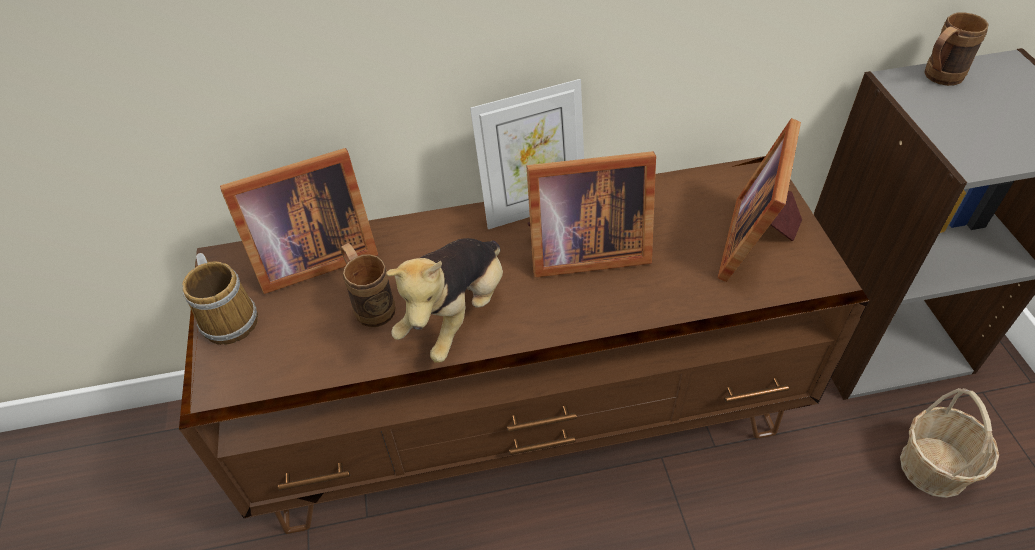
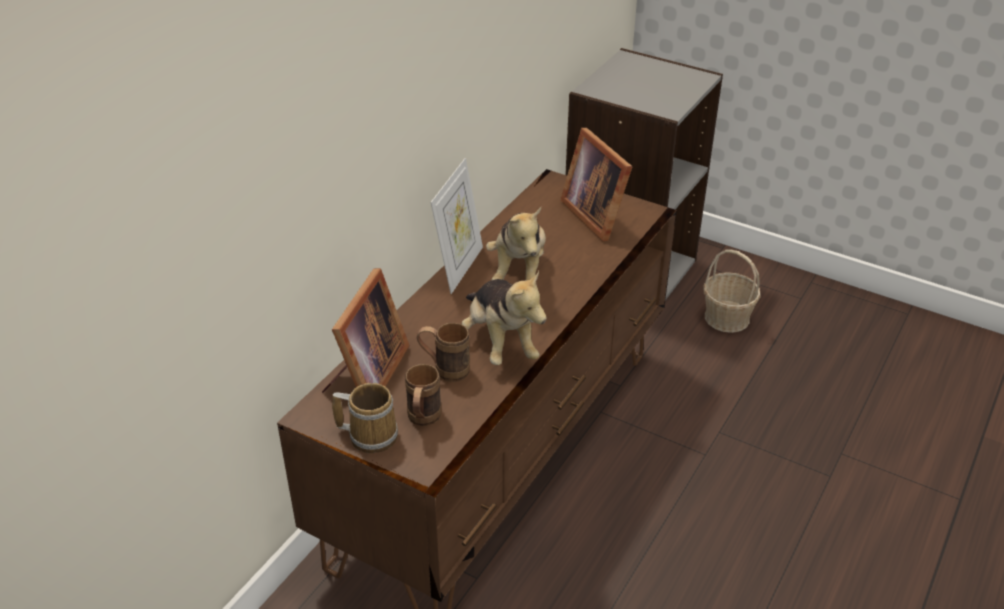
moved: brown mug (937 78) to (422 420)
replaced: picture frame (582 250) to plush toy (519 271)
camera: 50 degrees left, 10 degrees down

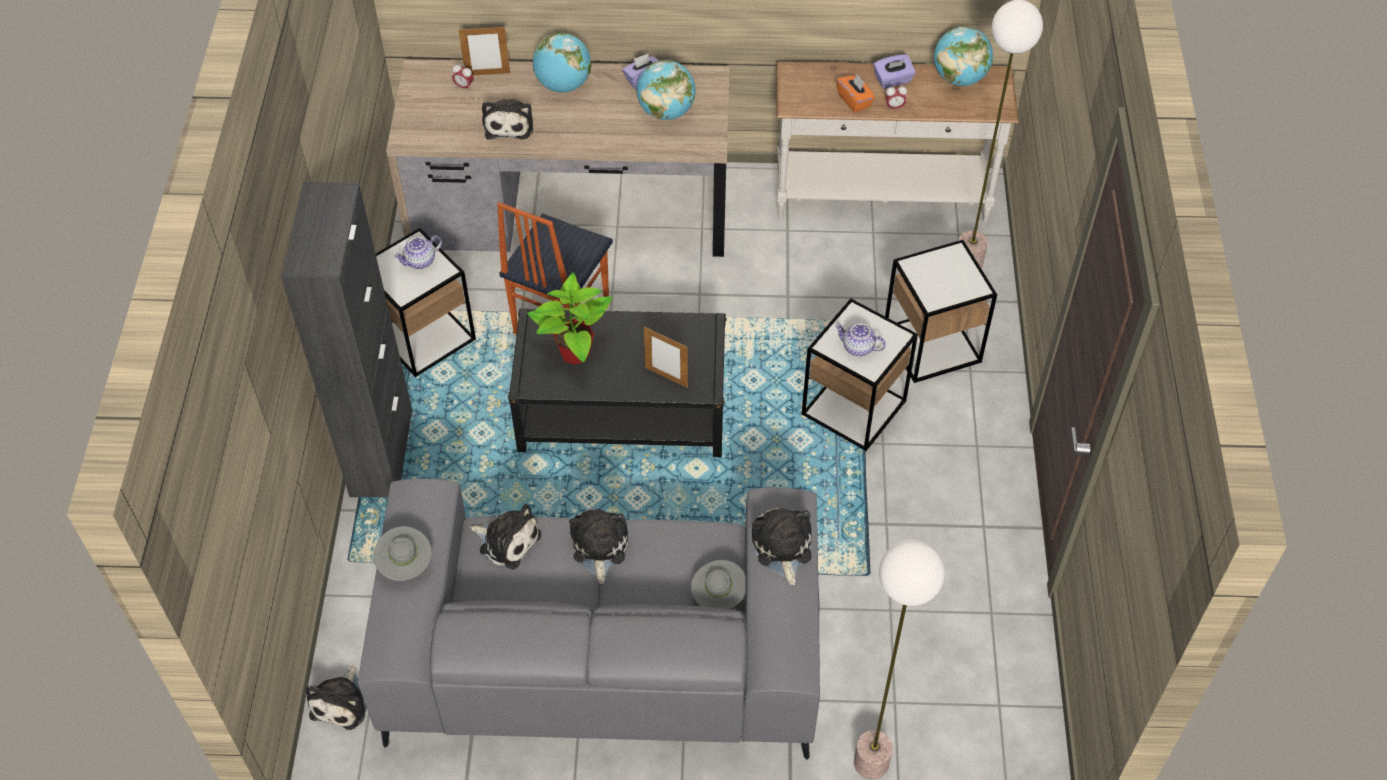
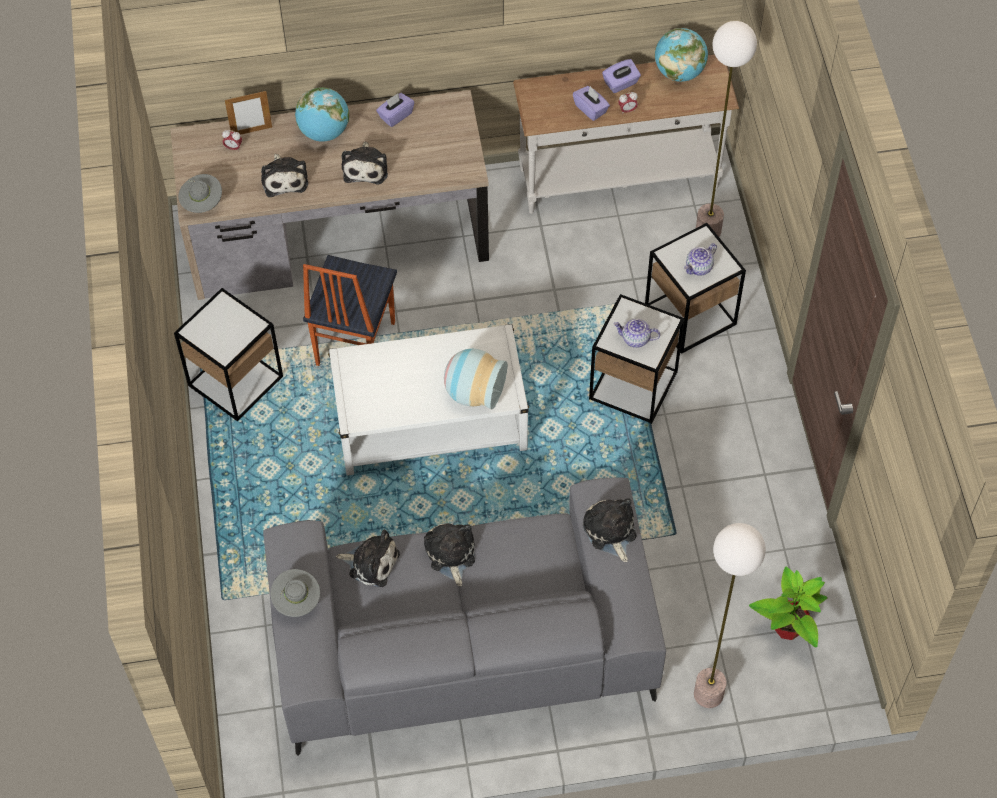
removed: black cabinet (381 452); globe (666 112)
moved: plush toy (342 702) to (366 167); teapot (420 261) to (699 268); potted plant (574 353) to (787 628); grey hat (718 596) to (202 204)
replaced: picture frame (666 377) to vase (473 392)
recoloured: black coffee table (622 410) to white coffee table (430 421); orange tissue box (854 101) to purple tissue box (591 109)
camera: 10 degrees left, 5 degrees up

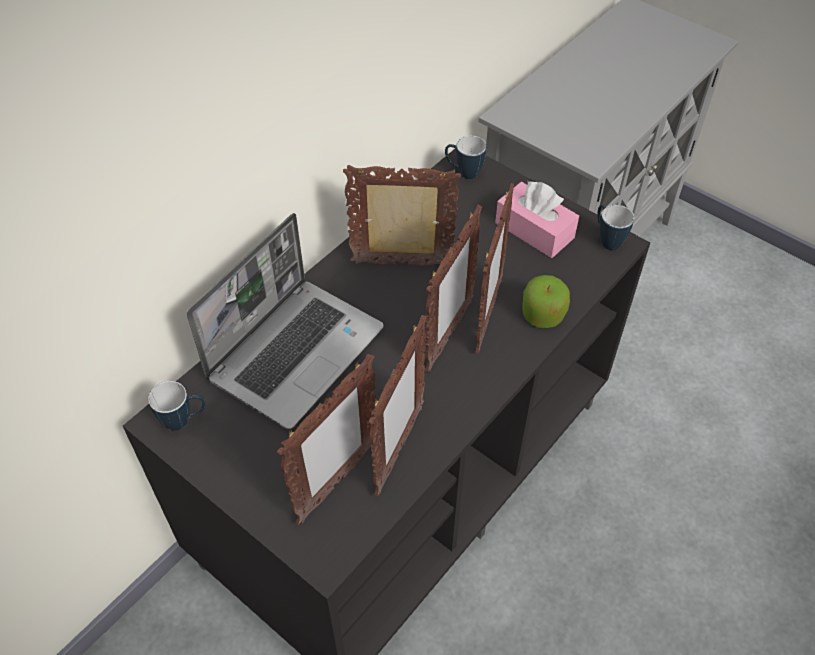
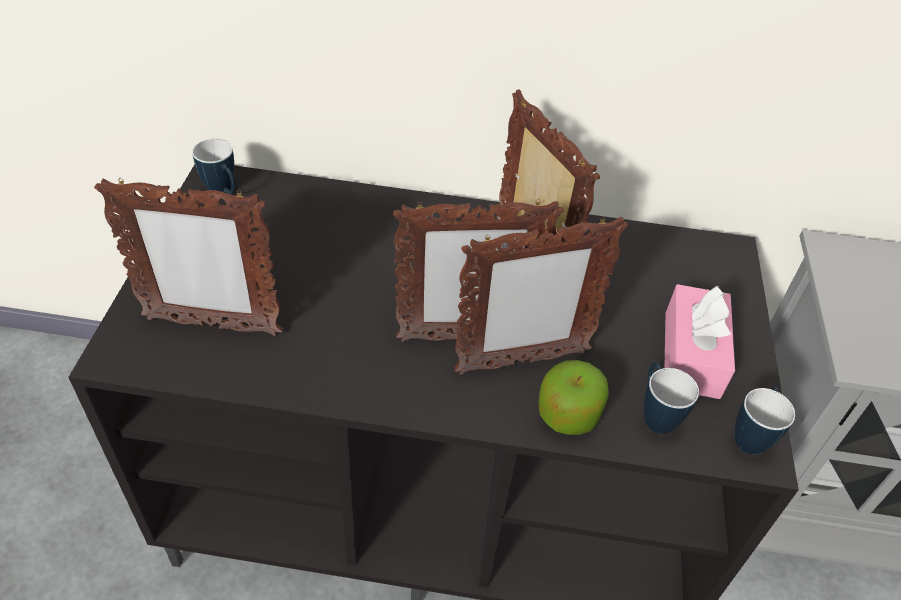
removed: laptop (296 351); picture frame (398 450)
moved: mug (463 172) to (654 415)
camera: 55 degrees right, 5 degrees down

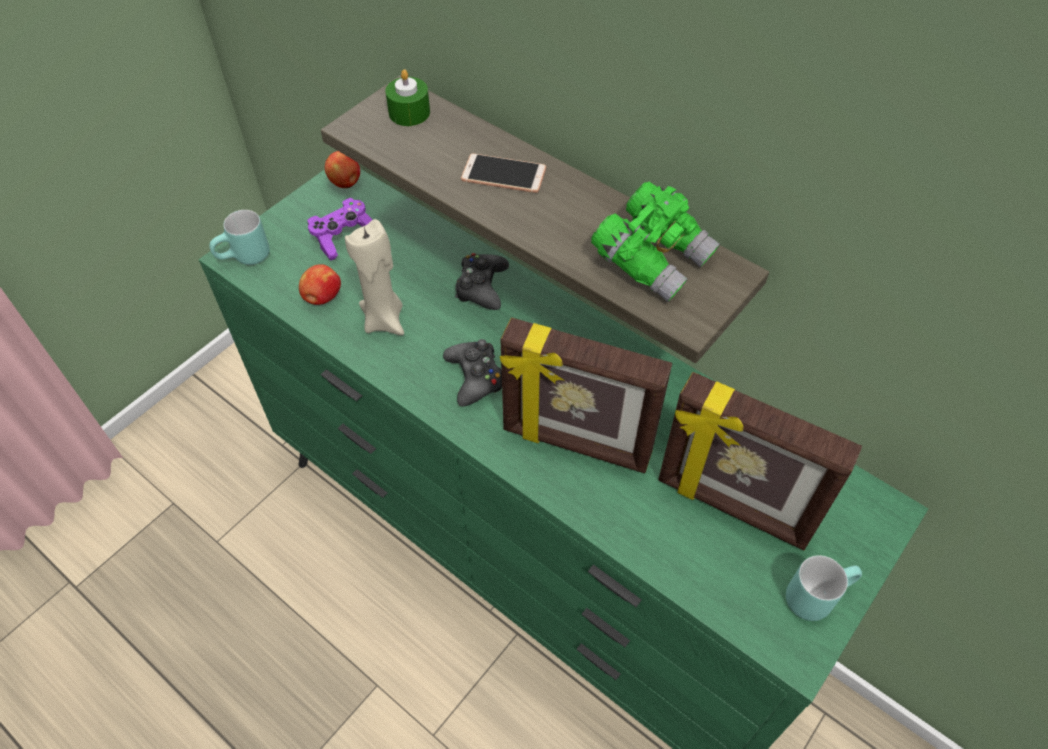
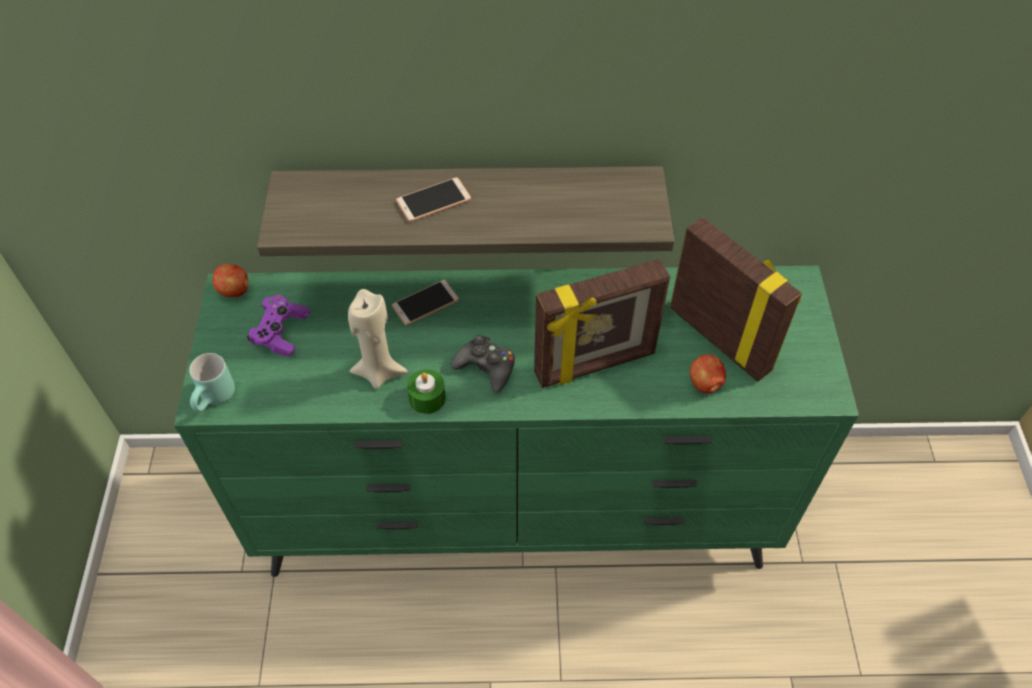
removed: green binoculars (652 259); turquoise mug (815 594)
moved: apple (322 297) to (705 384); green candle (409 112) to (427 398)
replaced: black game controller (481 287) to phone (425 303)
turned: picture frame (732 507) = (721 338) 120 degrees counterclockwise
camera: 40 degrees left, 0 degrees up

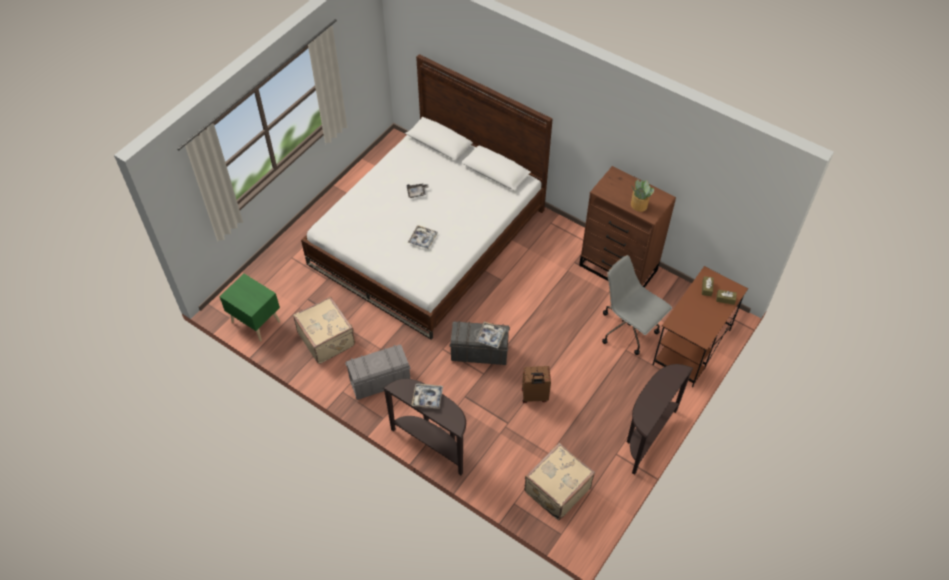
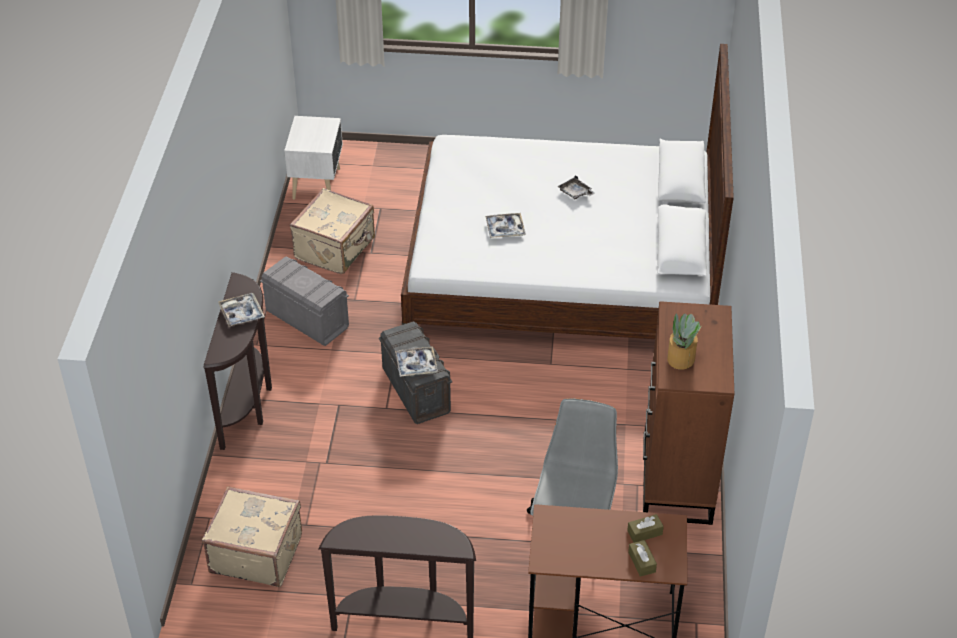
removed: brown suitcase (534 396)
recoloured: green nightstand (256 321) to white nightstand (318 183)
camera: 60 degrees right, 10 degrees down

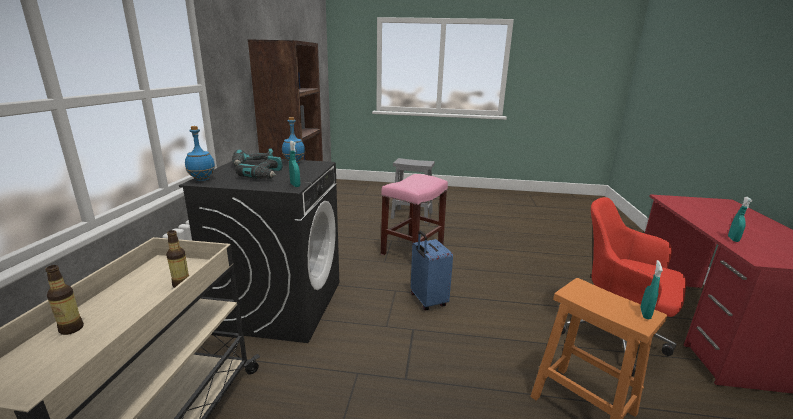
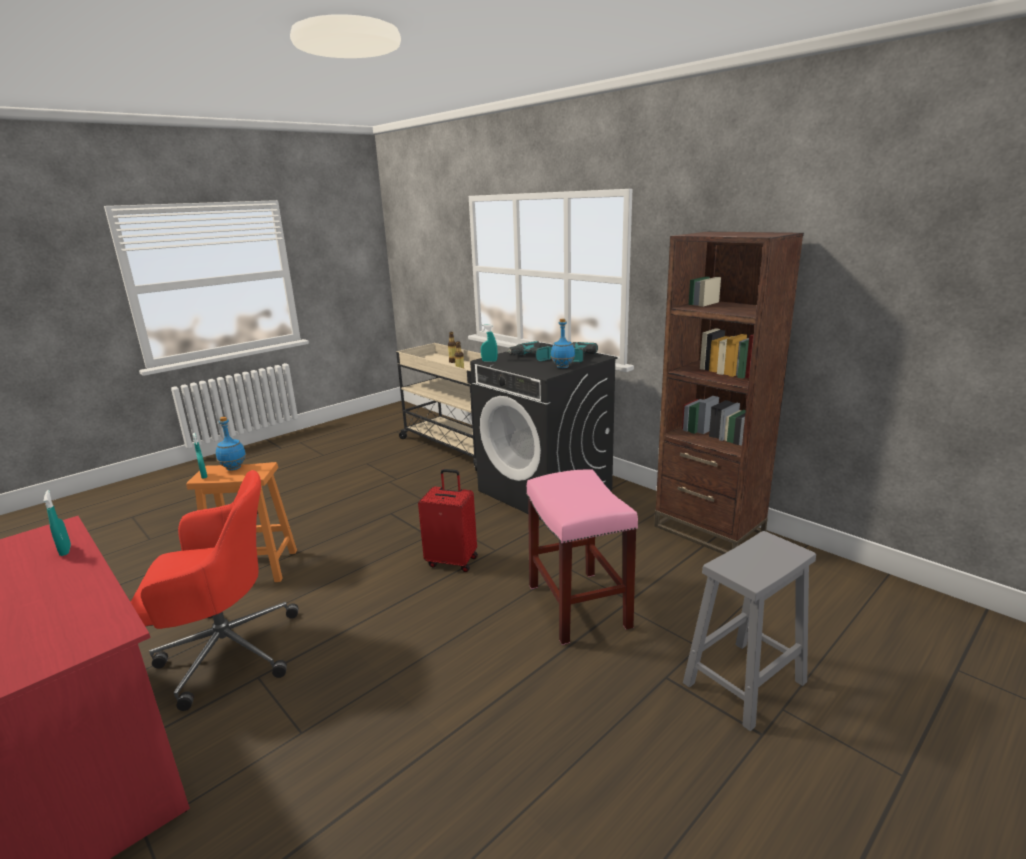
moved: blue bottle (202 179) to (233 468)
recoloured: blue suitcase (427 301) to red suitcase (452 561)
camera: 130 degrees right, 0 degrees up

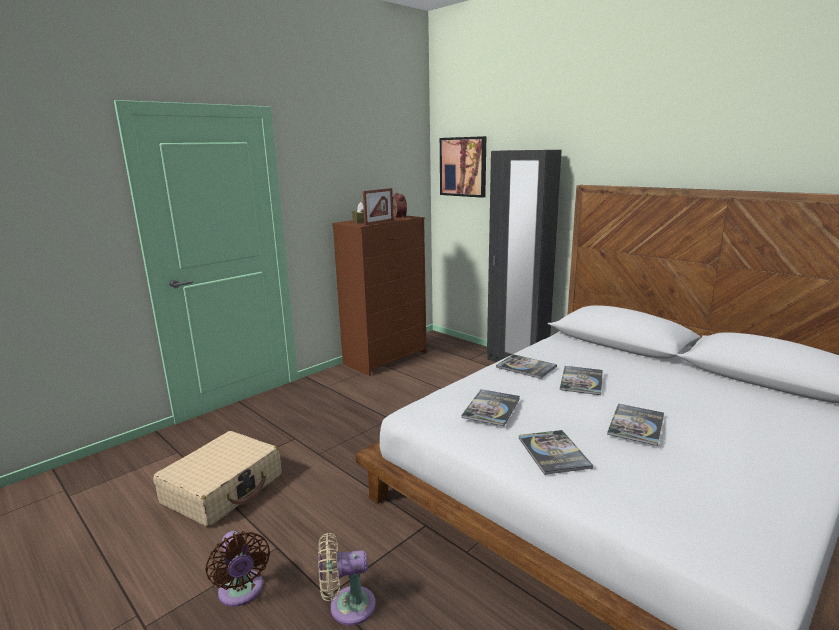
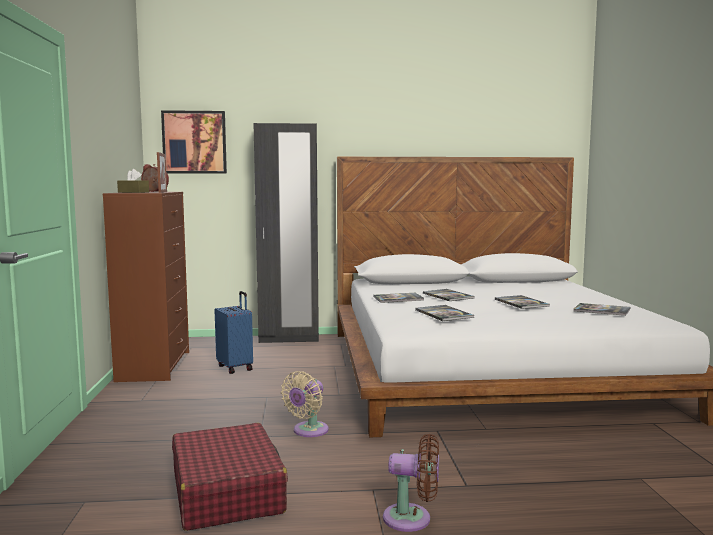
added: blue suitcase (236 367)
moved: beige fan (347 606) to (308 431); book (553 452) to (601 310)
recoloured: beige suitcase (223 489) to red suitcase (227 492)
camera: 50 degrees left, 10 degrees down

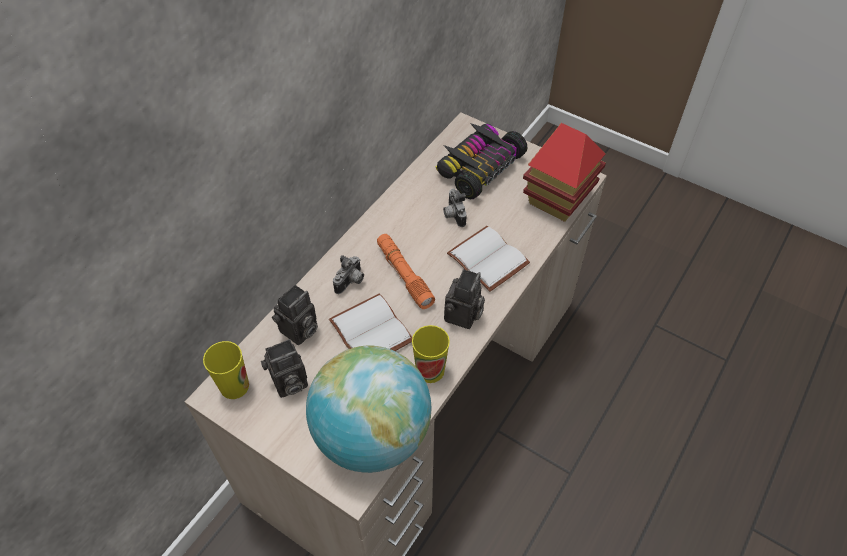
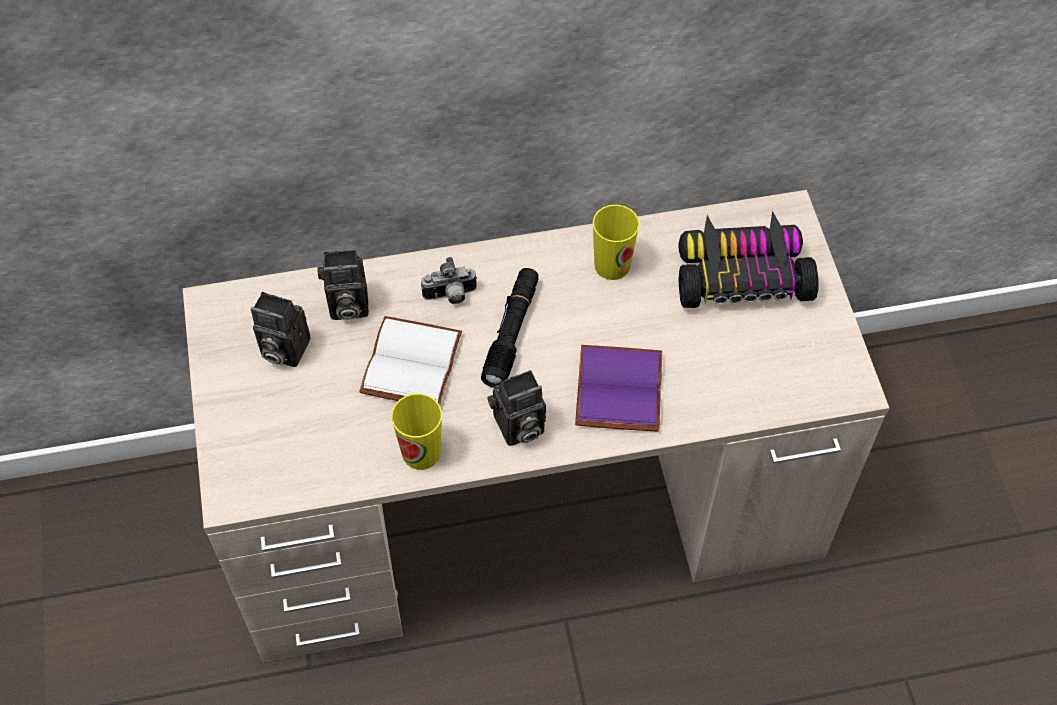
removed: globe (372 435); photo camera (453 215); toy house (558 199)
moved: cup (234 386) to (612 265)
recoloured: orange flashlight (404 275) to black flashlight (511 333); white book (490 259) to purple book (622 391)
camera: 45 degrees right, 5 degrees up

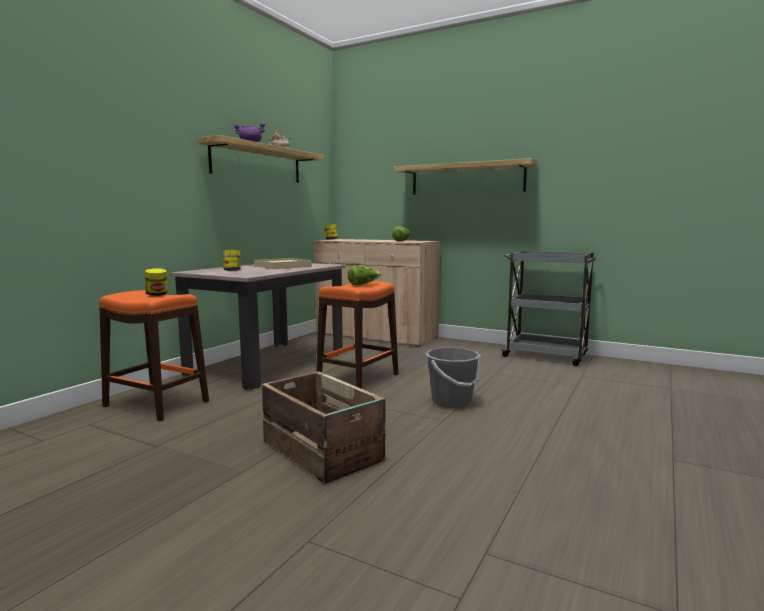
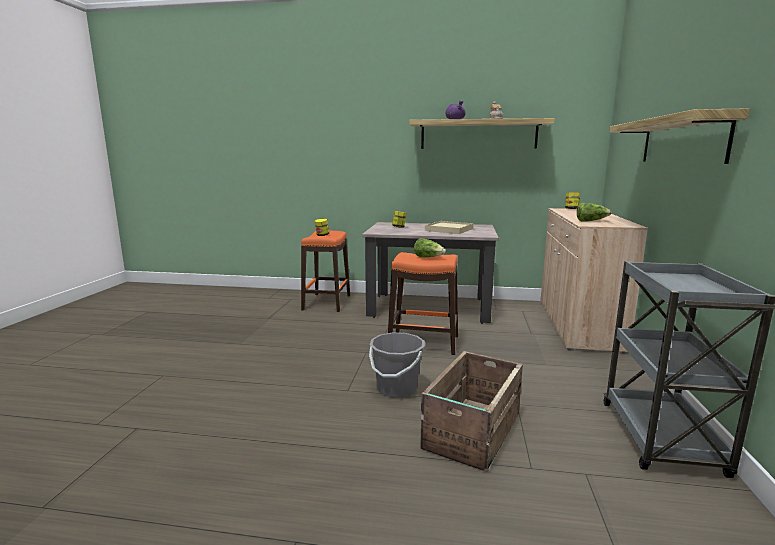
moved: crate (322 452) to (471 431)
camera: 70 degrees right, 5 degrees up

